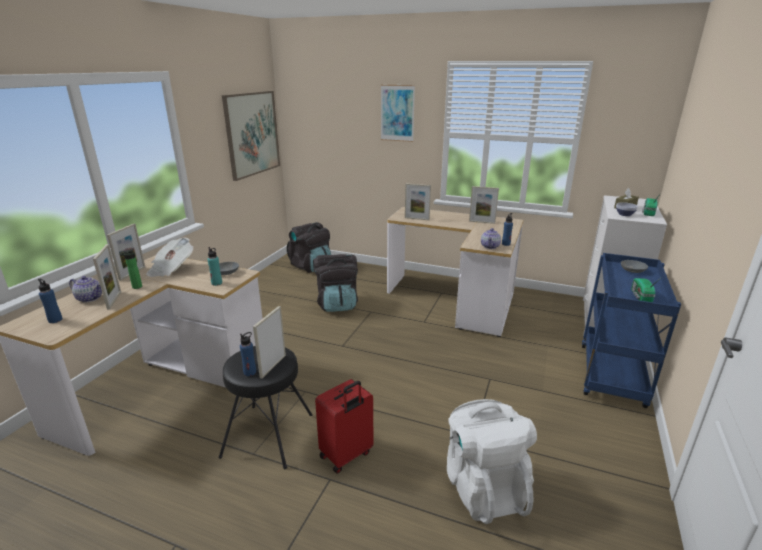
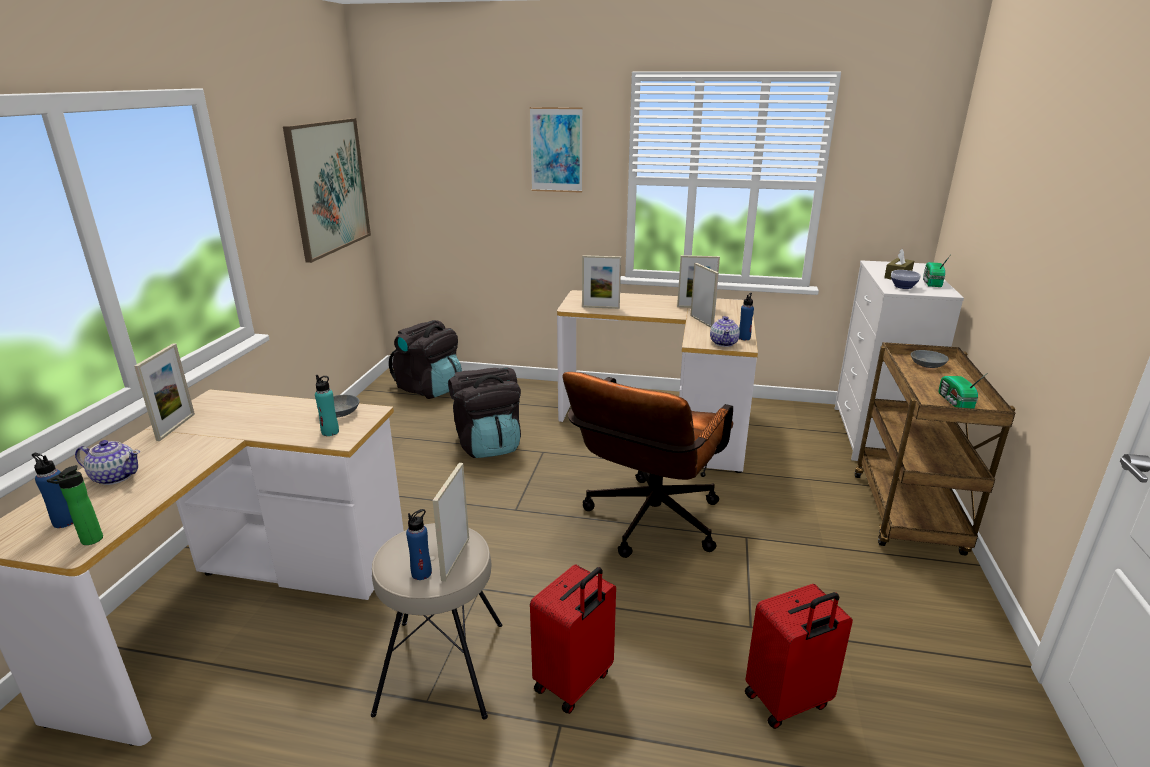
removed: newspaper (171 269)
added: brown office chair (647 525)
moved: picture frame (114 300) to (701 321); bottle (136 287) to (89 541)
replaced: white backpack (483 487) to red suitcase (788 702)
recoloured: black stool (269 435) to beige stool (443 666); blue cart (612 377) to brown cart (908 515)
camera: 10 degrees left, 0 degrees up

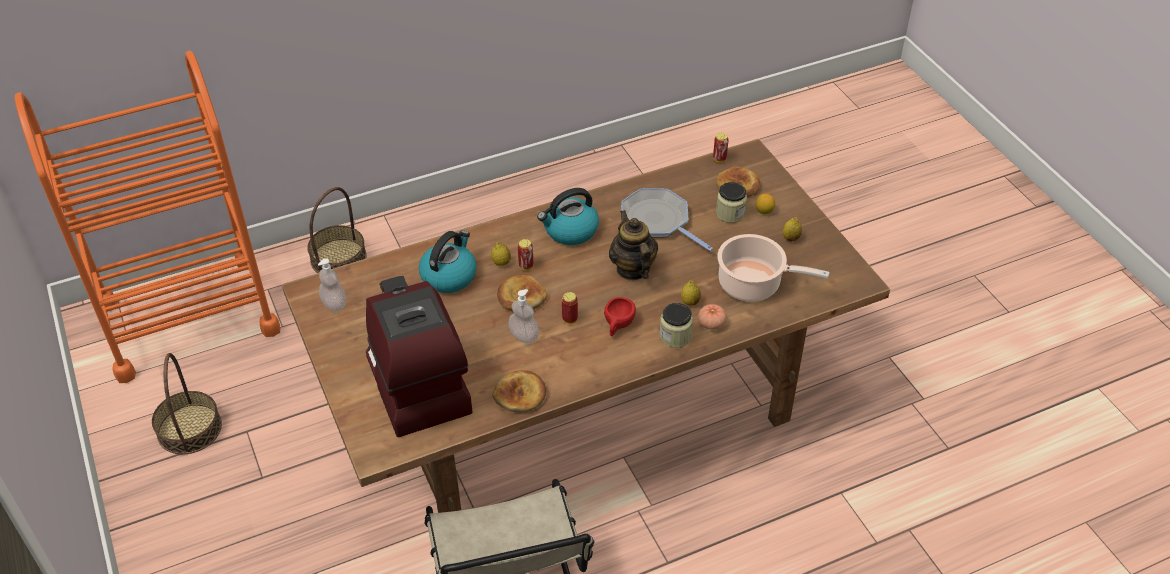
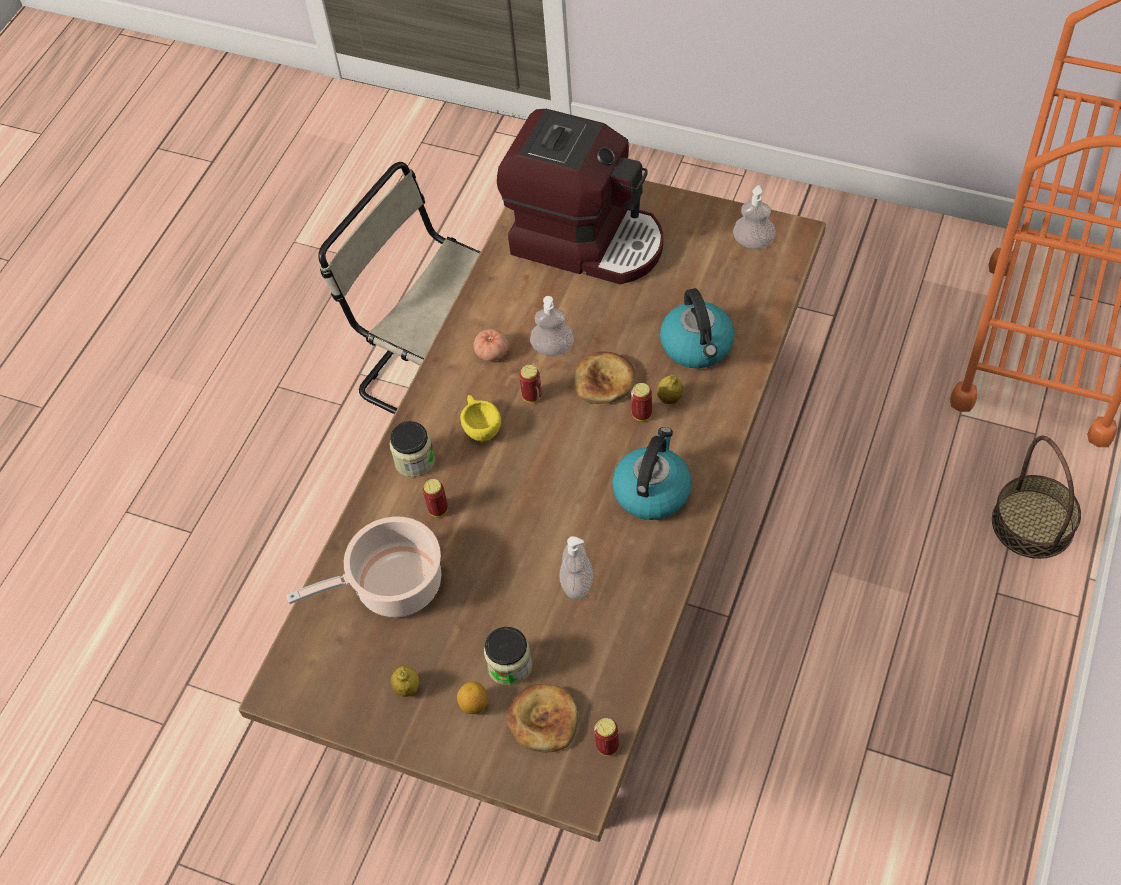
removed: basket (189 429); bread (520 394); teapot (632 269)
moved: tomato (711 323) to (492 352)
replaced: frying pan (658 221) to soap dispenser (577 583); lemon (690 302) to can (438 509)
recoloured: red cup (618 325) to yellow cup (480 427)
camera: 140 degrees right, 10 degrees up

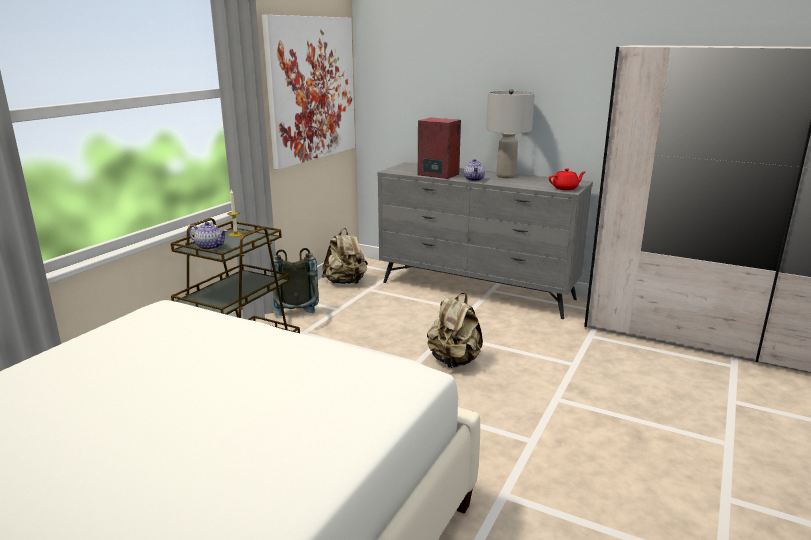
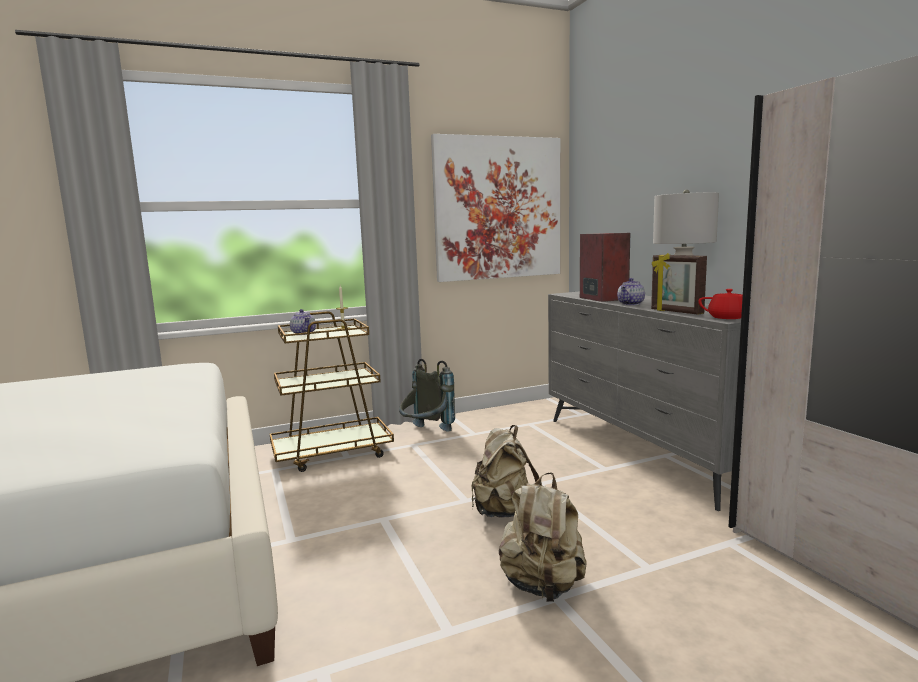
added: picture frame (676 312)
moved: beige backpack (346 282) to (543 586)
camera: 40 degrees right, 10 degrees down

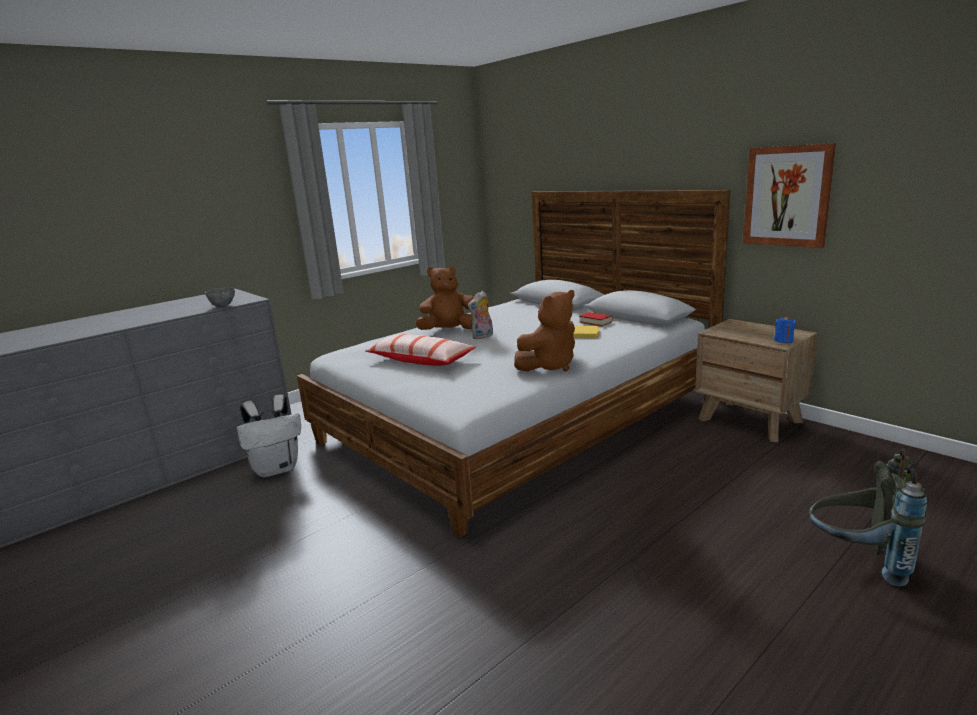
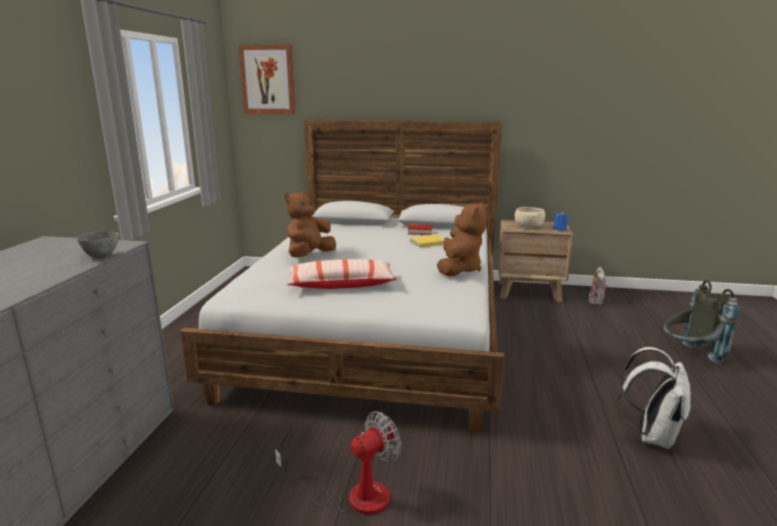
added: fan (354 495); beige bowl (528 227)
moved: white backpack (277 468) to (652 435); plush toy (483 336) to (597 302); picture (787 196) to (268 80)
camera: 40 degrees left, 0 degrees up

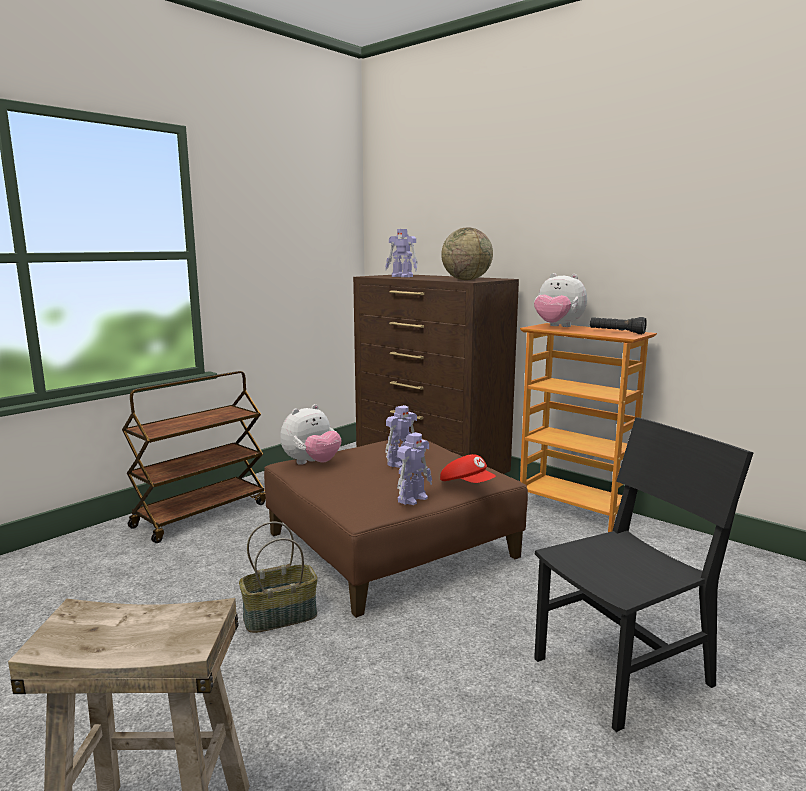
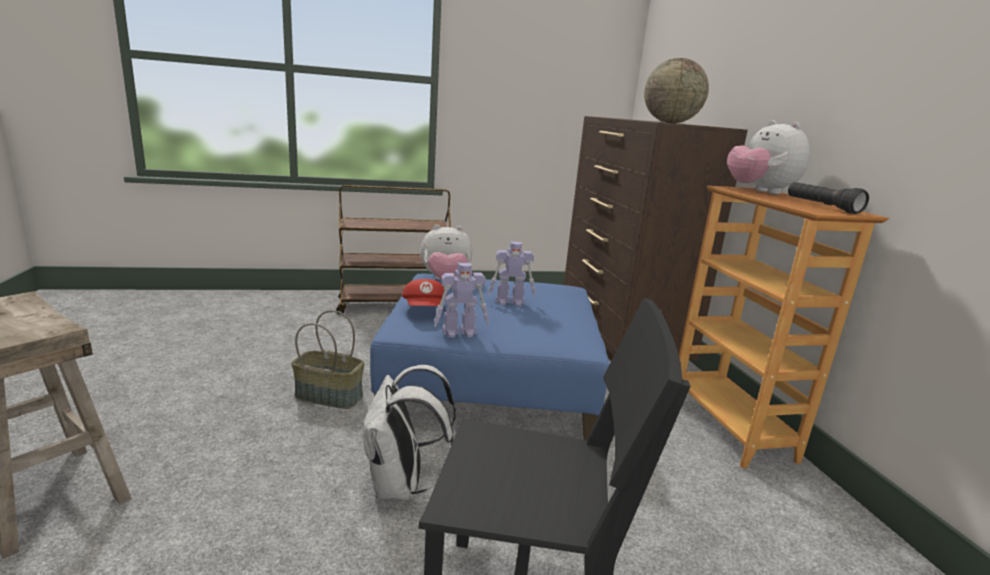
removed: toy robot (402 276)
added: white backpack (401 486)
moved: red cap (467 484) to (425 309)
recoloured: brown ottoman (391 545) to blue ottoman (490 381)
camera: 35 degrees right, 5 degrees up

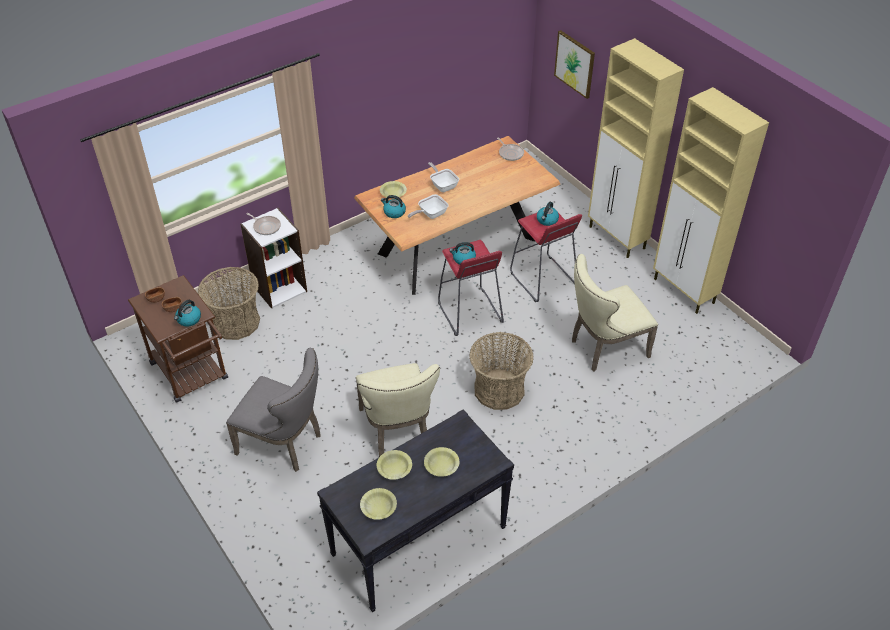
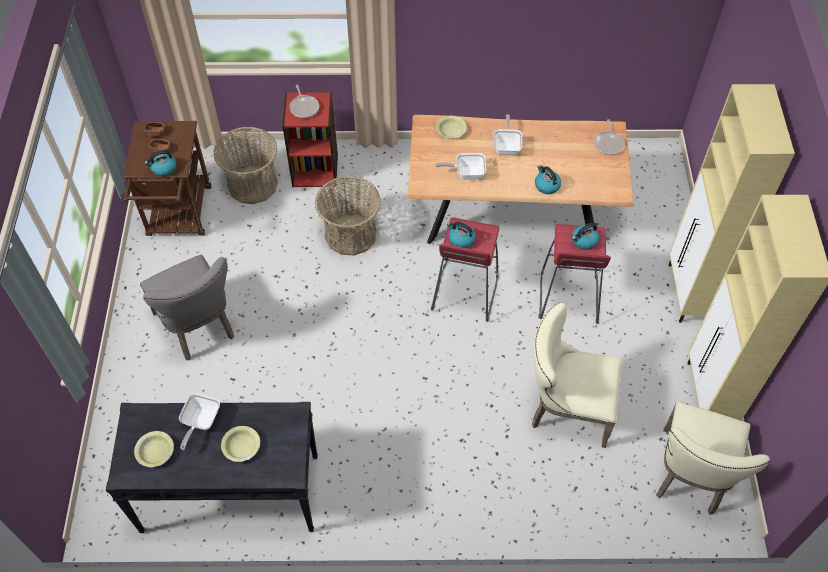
removed: picture (575 64)
moved: beige chair (397 431) to (690 477); kettle (394 212) to (546 185); basket (499 390) to (350 234)
replaced: yellow bowl (394 468) to frying pan (200 422)
recoloured: white bookcase (279 288) to red bookcase (315 170)
camera: 35 degrees right, 10 degrees up

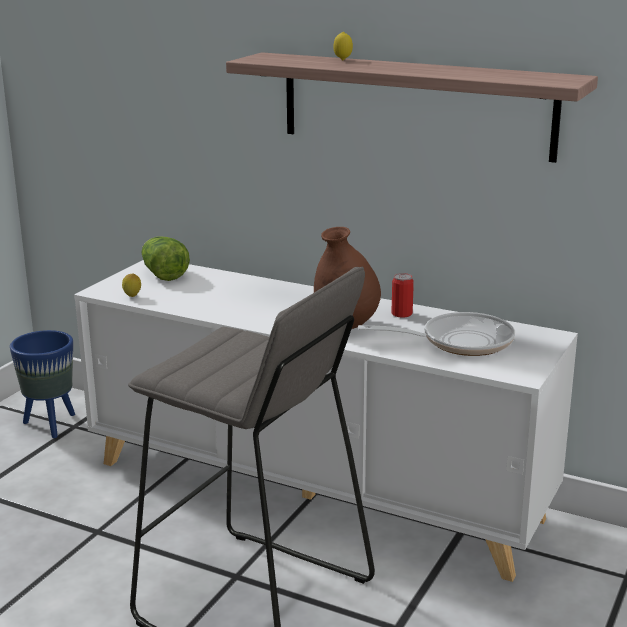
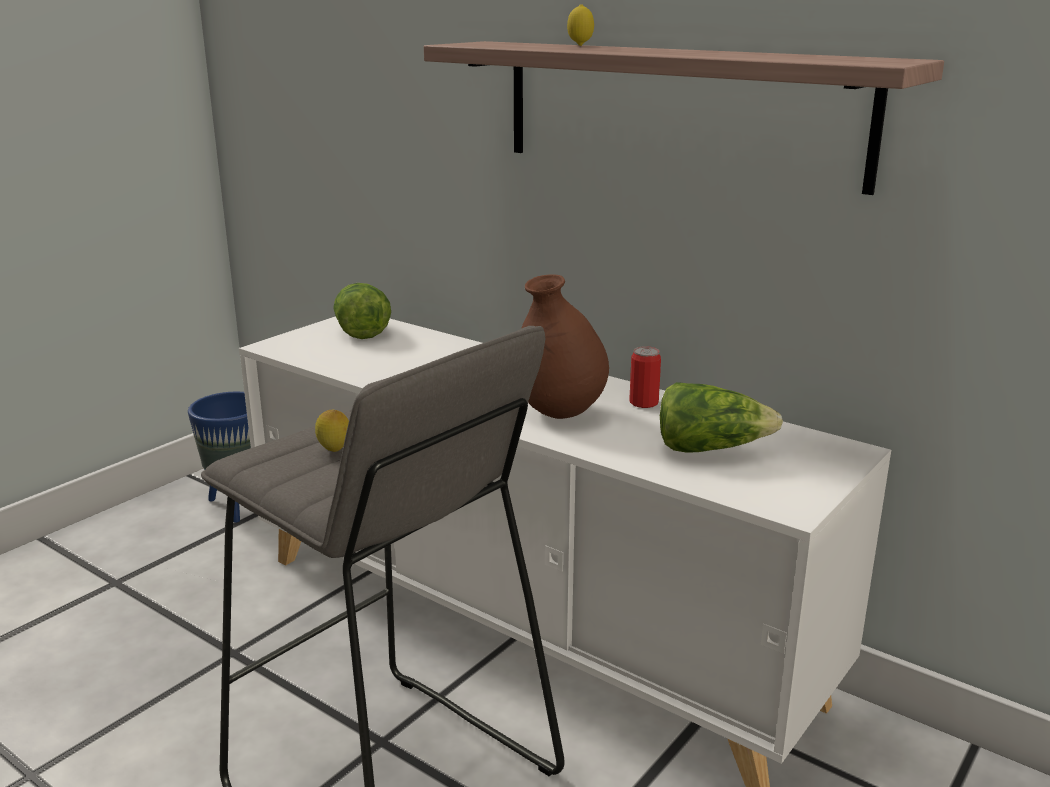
moved: lemon (132 297) to (334 451)
replaced: frying pan (459 342) to lettuce (710 448)
camera: 10 degrees right, 0 degrees up

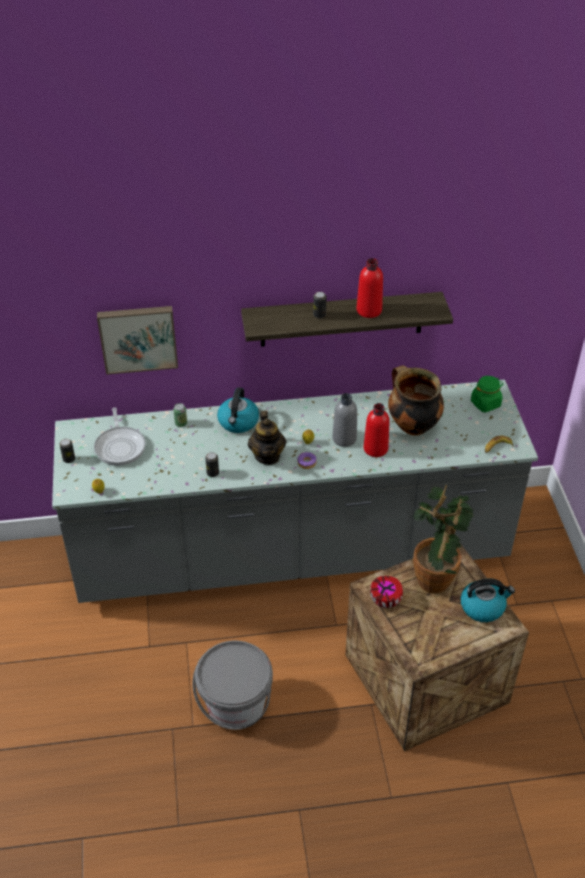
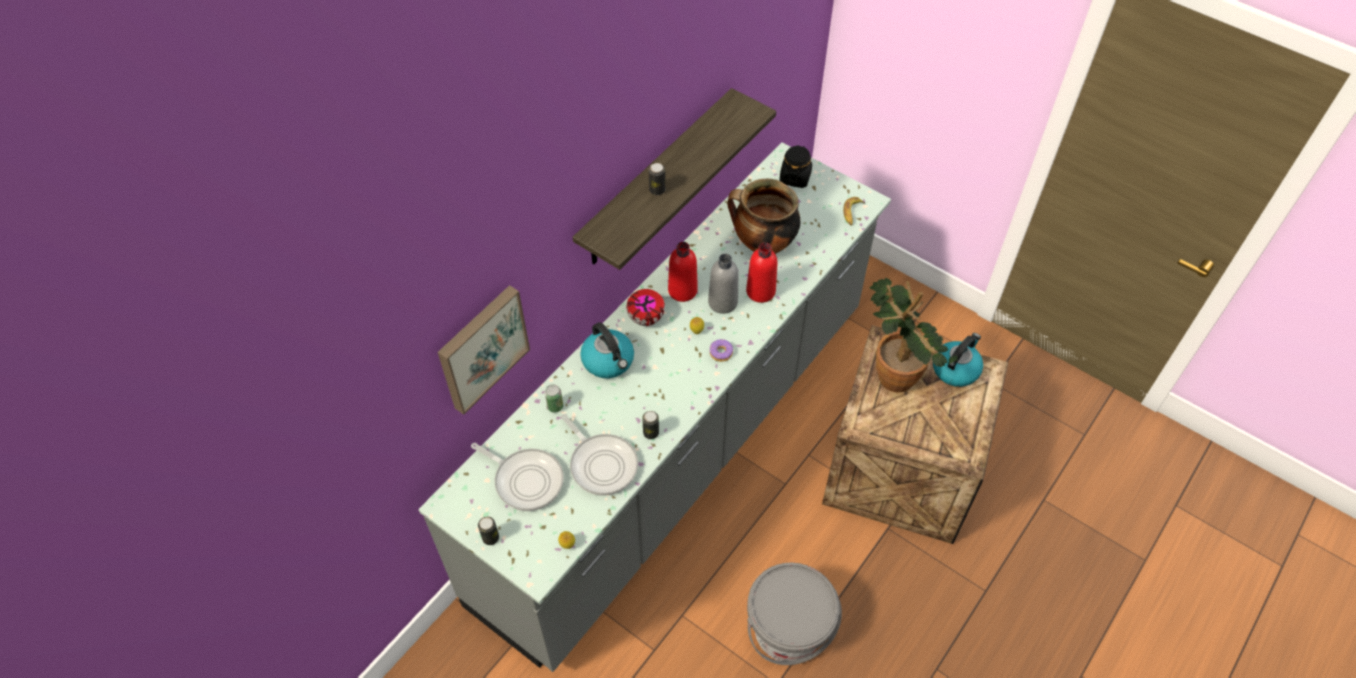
removed: teapot (267 456)
added: frying pan (601 464)
moved: red bottle (369 310) to (682 290); bowl (386 601) to (647 317)
recoloured: green jar (485 403) to black jar (795 177)
camera: 45 degrees left, 10 degrees up

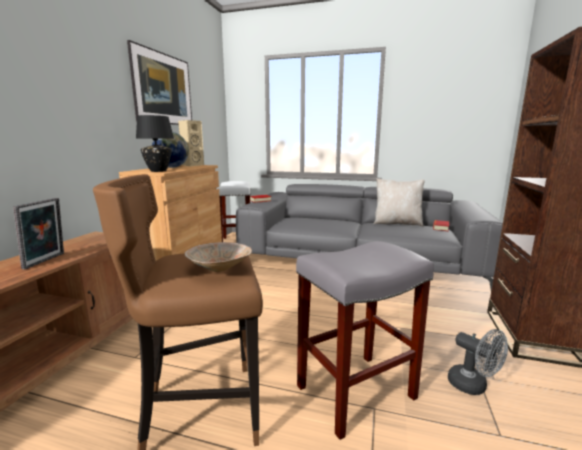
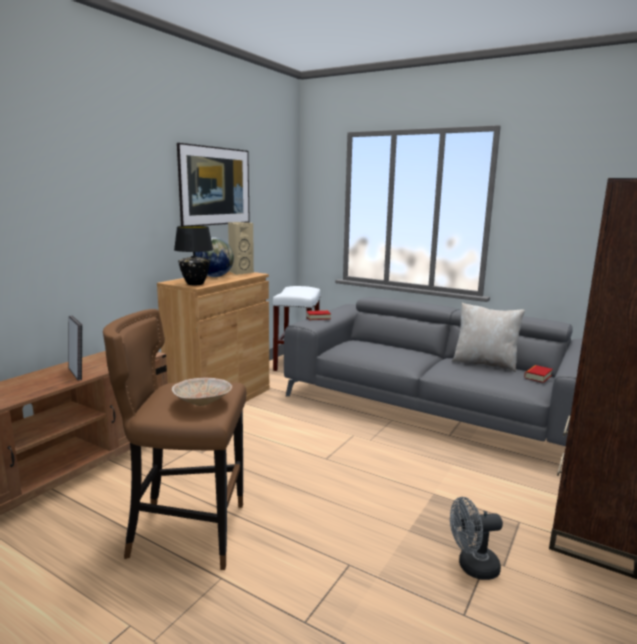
removed: grey stool (356 391)
turned: picture frame (46 261) = (78 373) 60 degrees counterclockwise; grey fan (473 386) = (472 567) 105 degrees clockwise
camera: 15 degrees right, 0 degrees up

